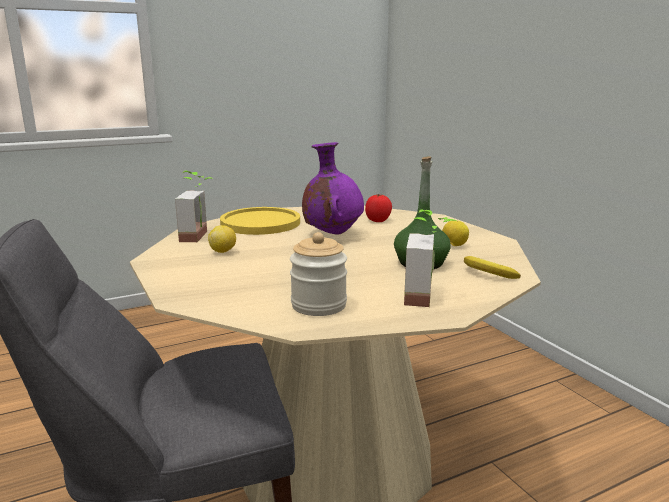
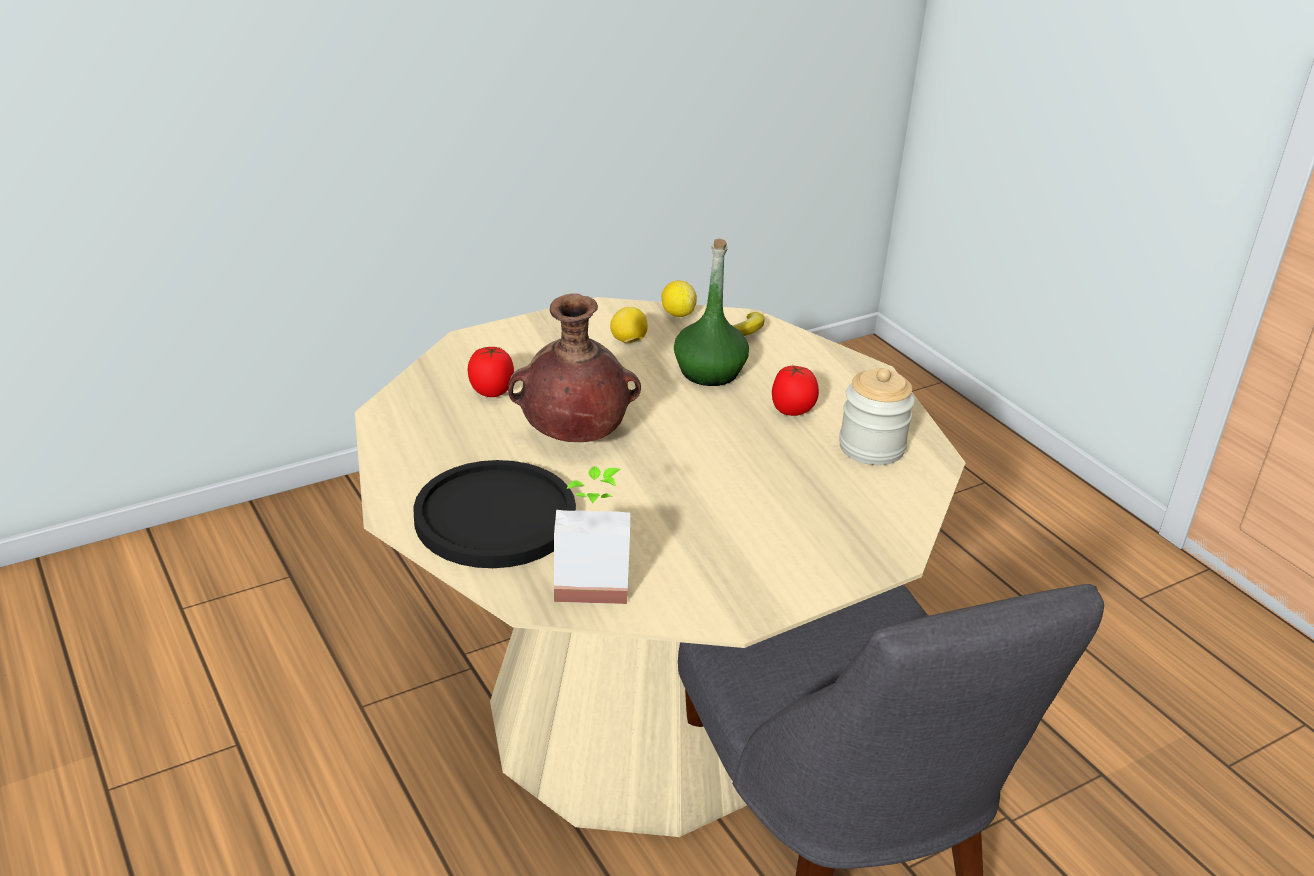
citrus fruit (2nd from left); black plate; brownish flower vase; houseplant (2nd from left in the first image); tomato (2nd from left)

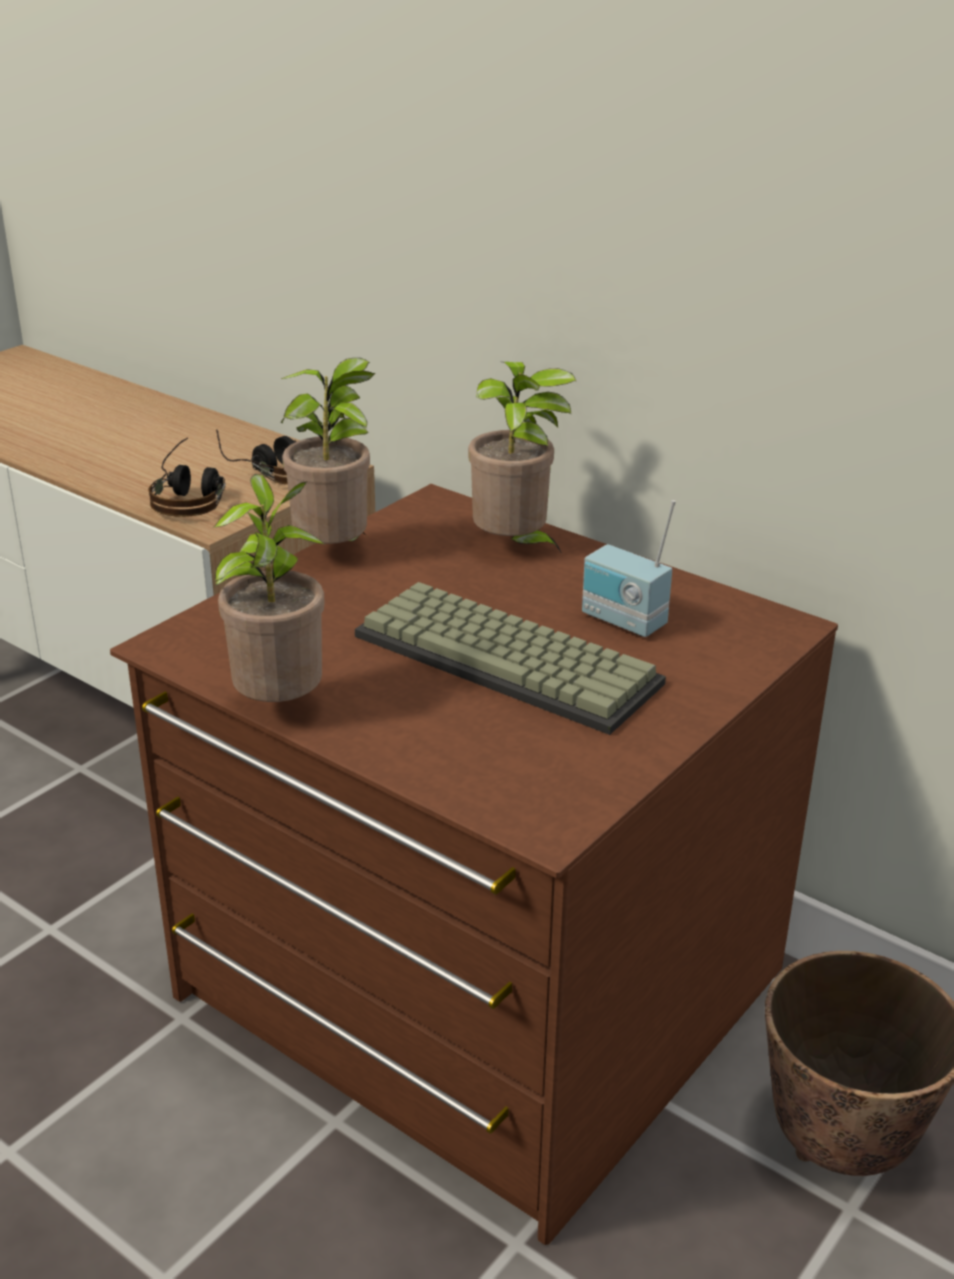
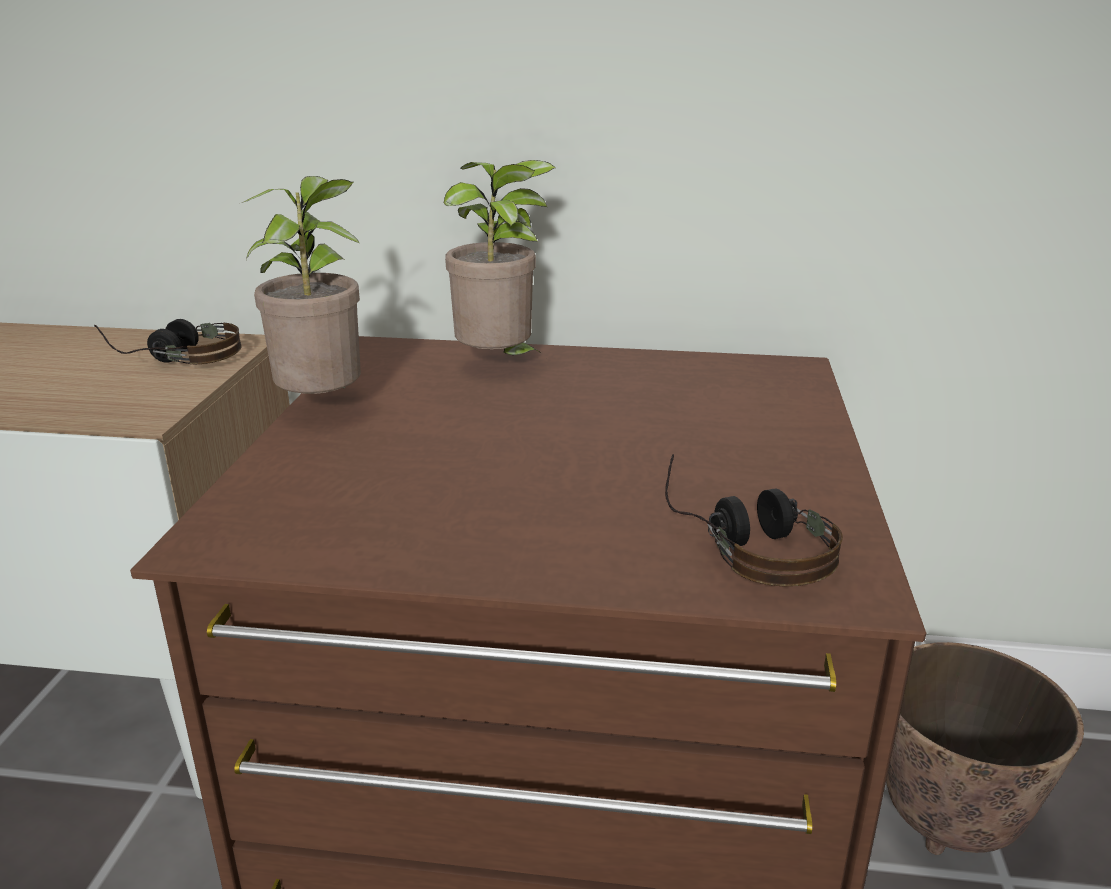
headset (2nd from left); houseplant (1st from left in the first image); PC keyboard; radio

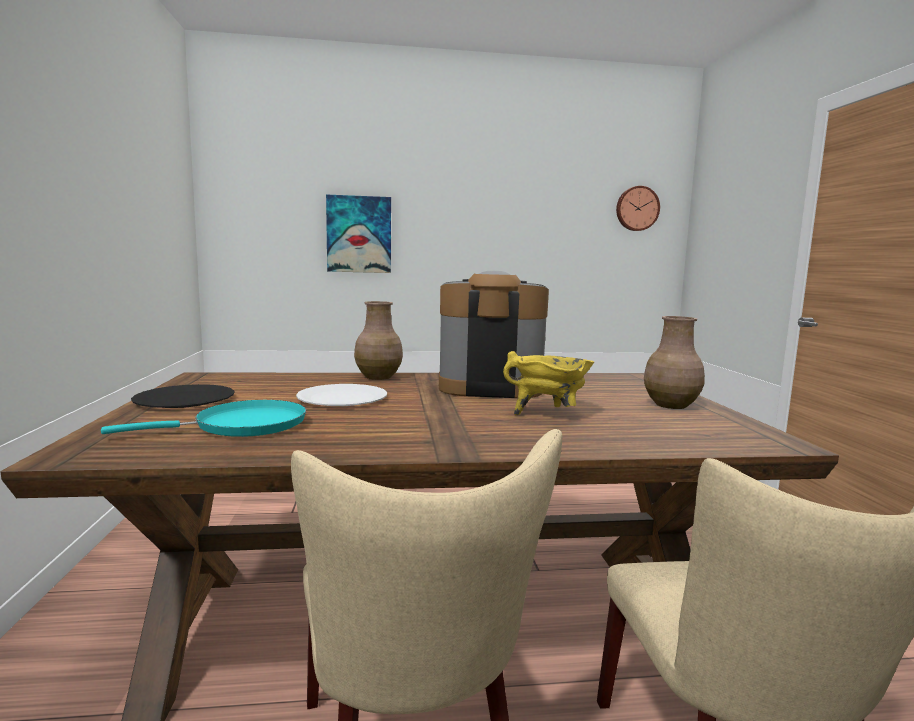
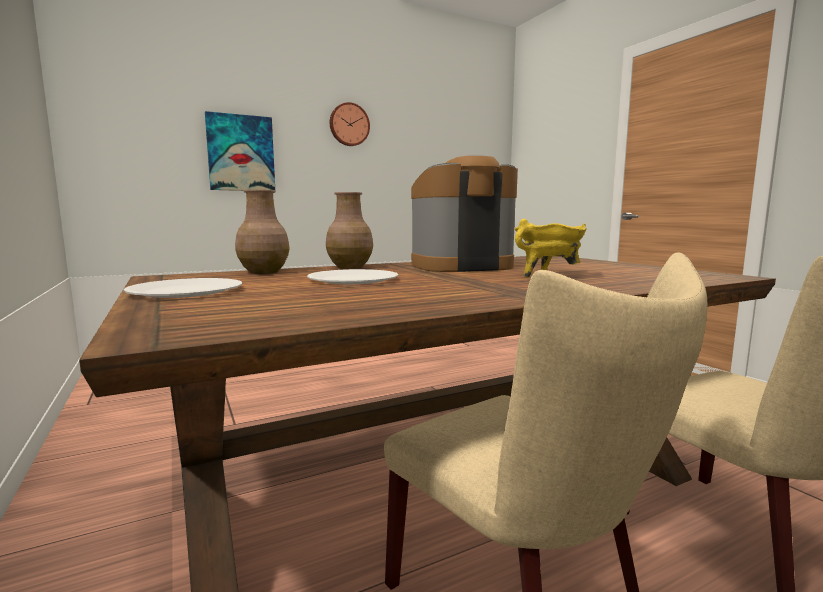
turquoise pan; white plate (1st from left); hanging clock; brownish flower vase (1st from left)

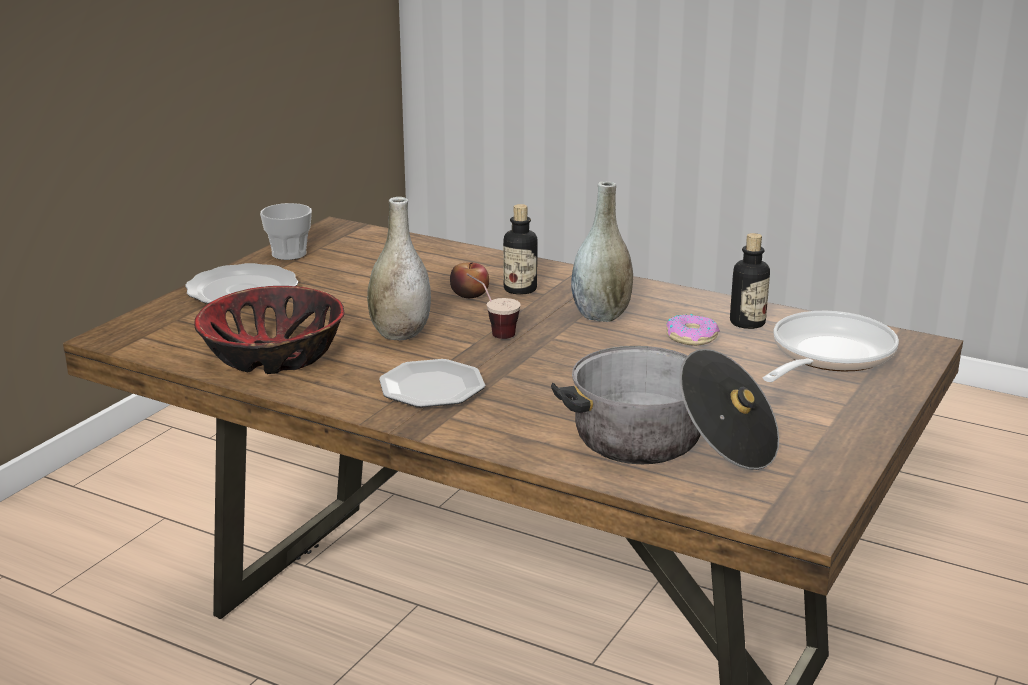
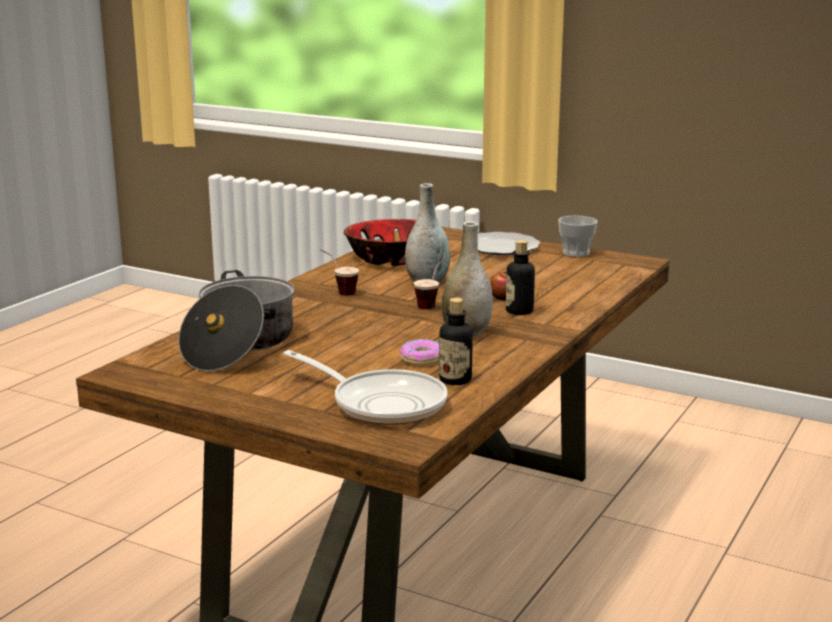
small cup (1st from left)

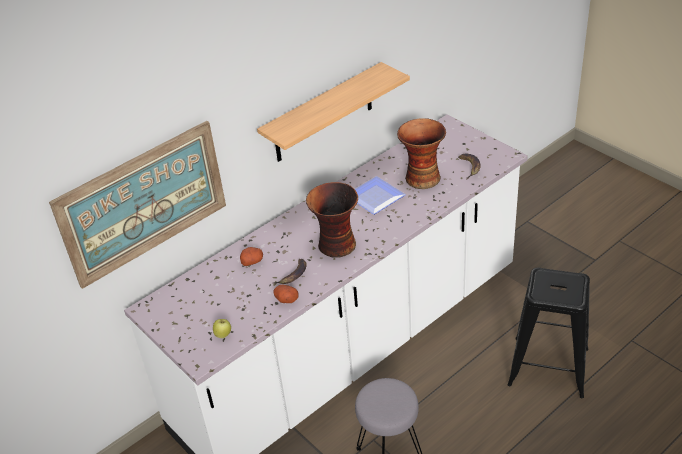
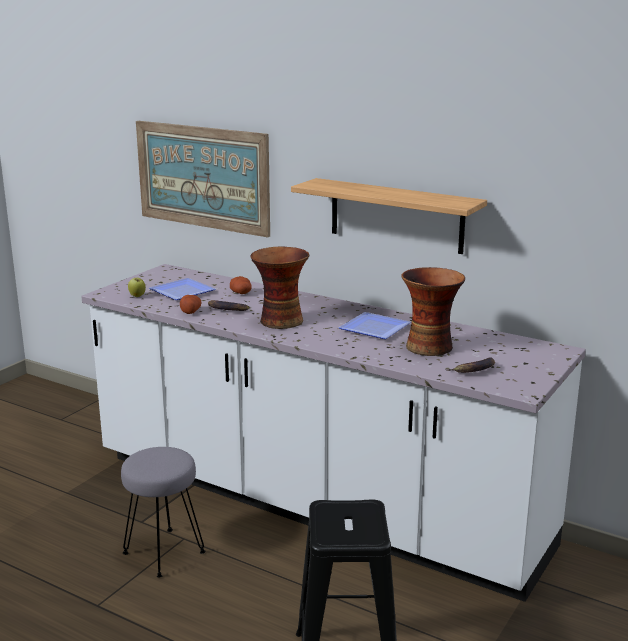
plate (1st from left)

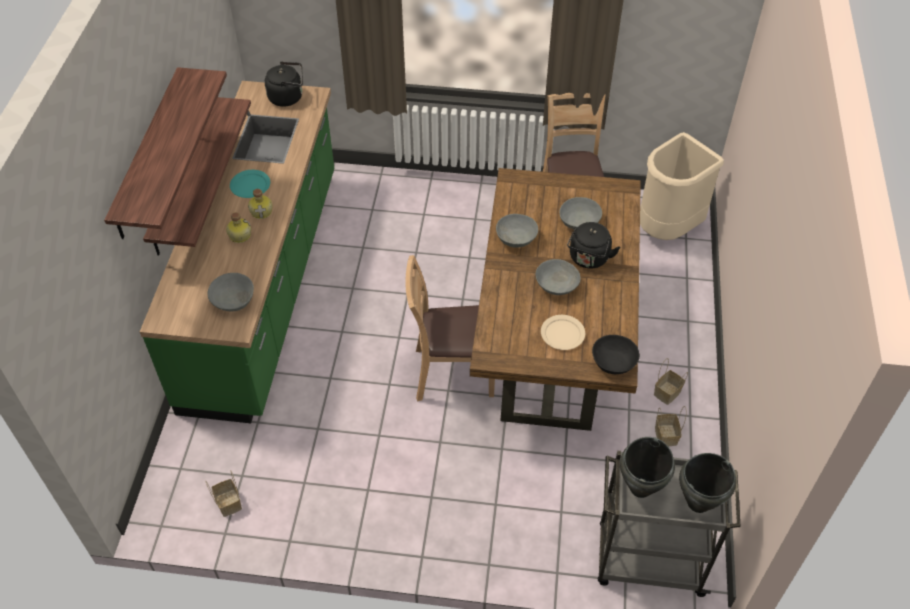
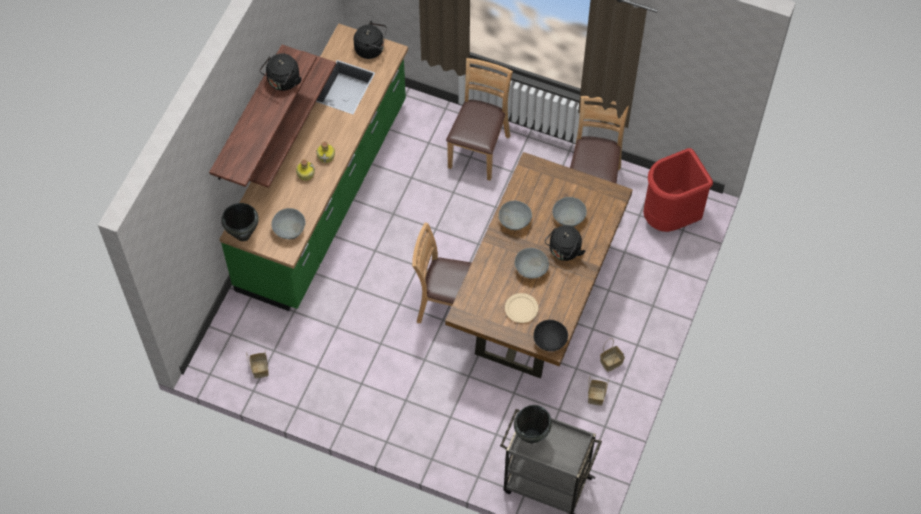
turquoise plate; red-coloured rubbish bin; black saucepot (1st from left); black tea kettle (1st from left); brownish upright chair (2nd from left)

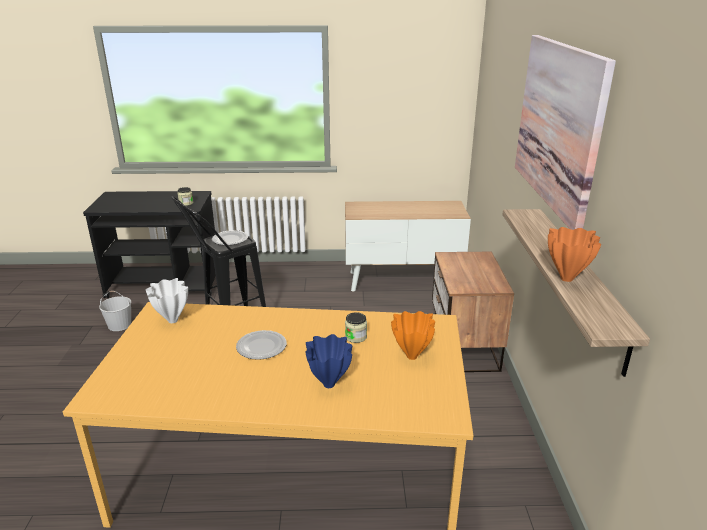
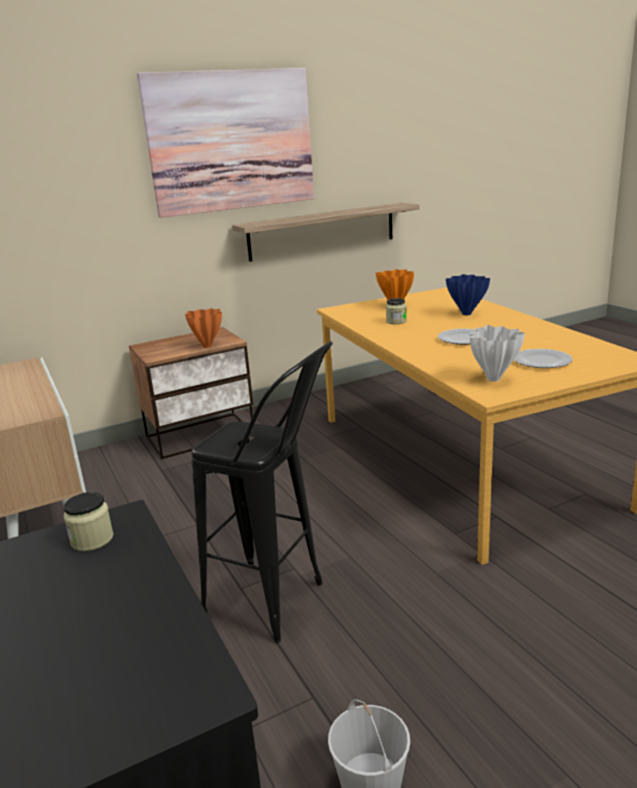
plate (2nd from left); orange flower vase (1st from left)

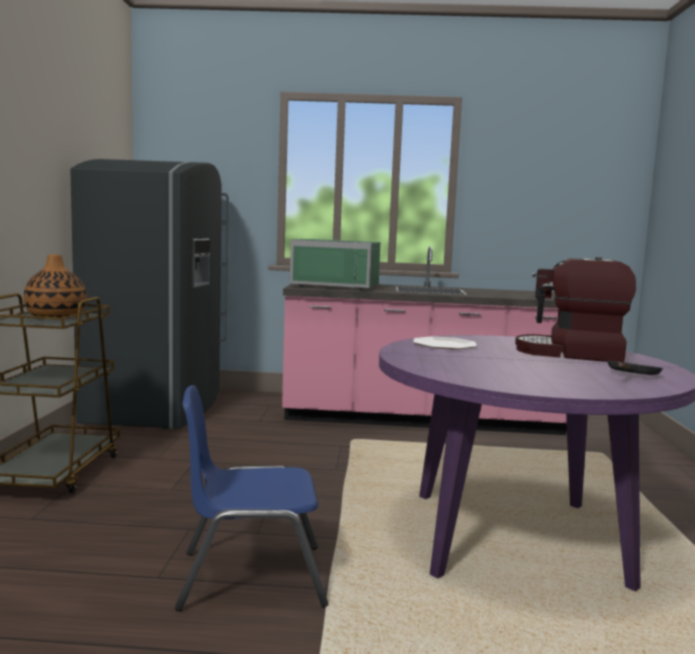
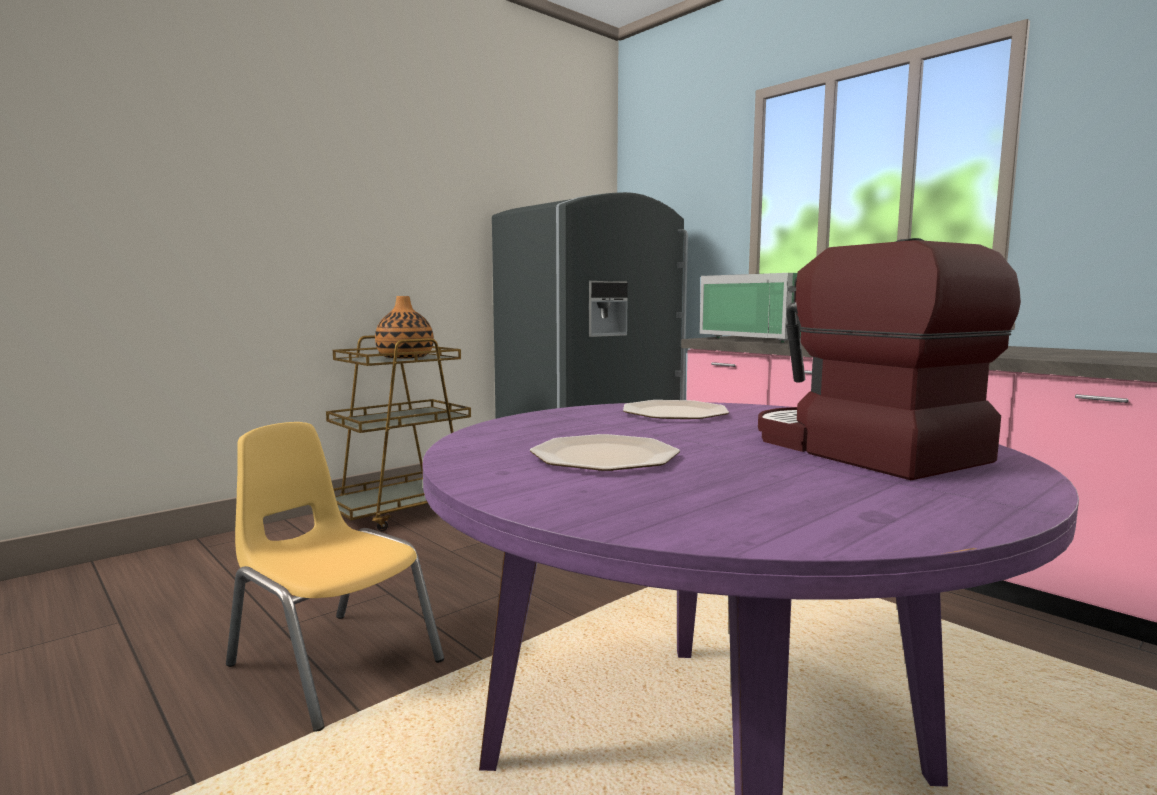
yellow-coloured upright chair; black pan; plate (1st from left)

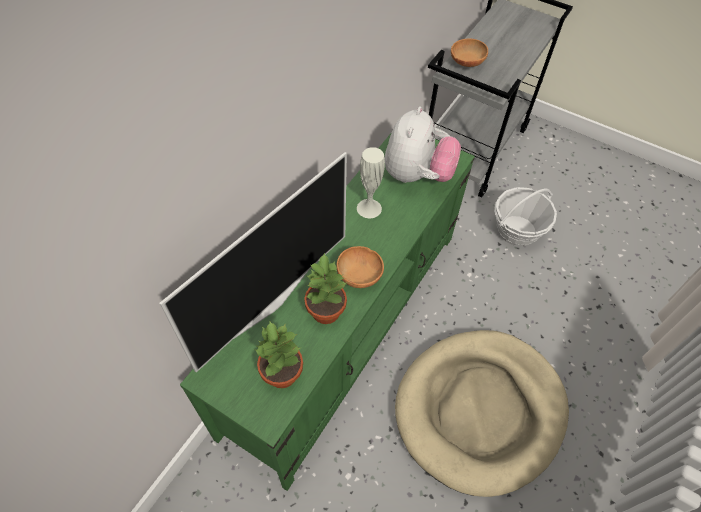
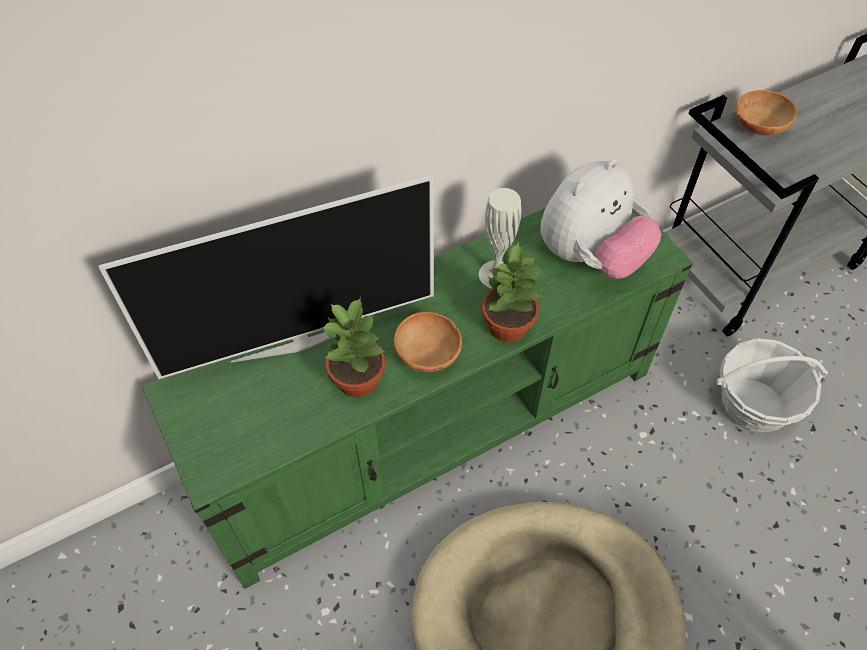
houseplant (2nd from left)

